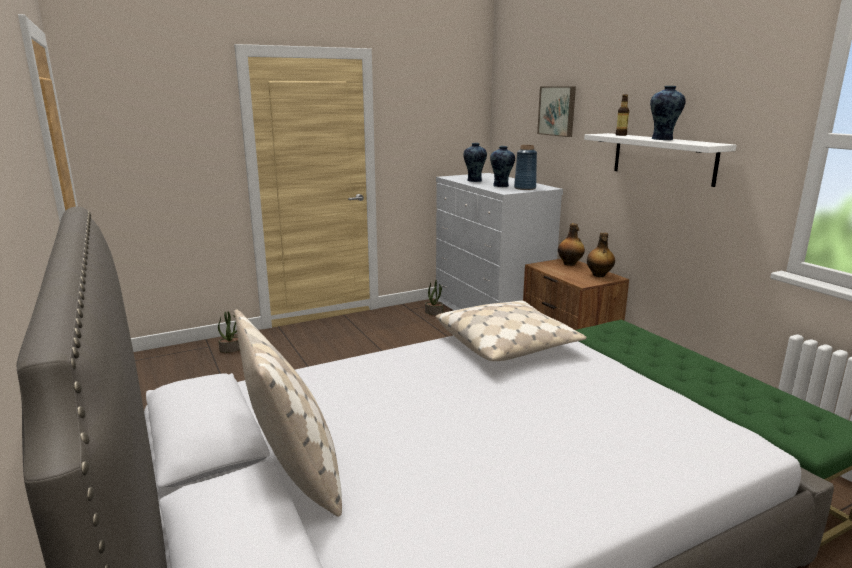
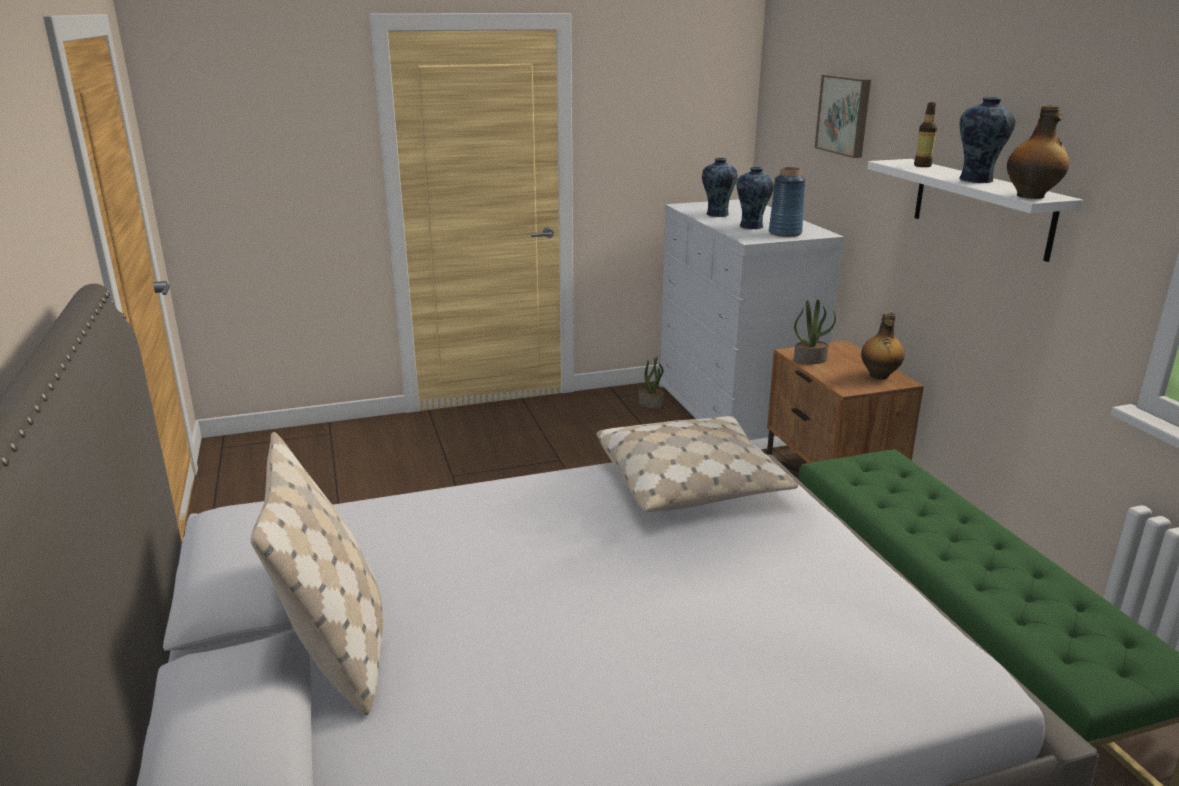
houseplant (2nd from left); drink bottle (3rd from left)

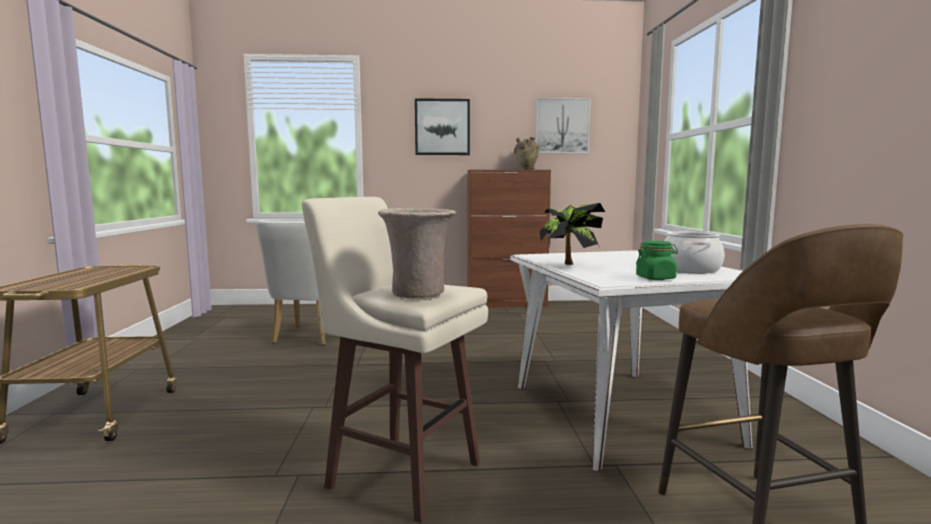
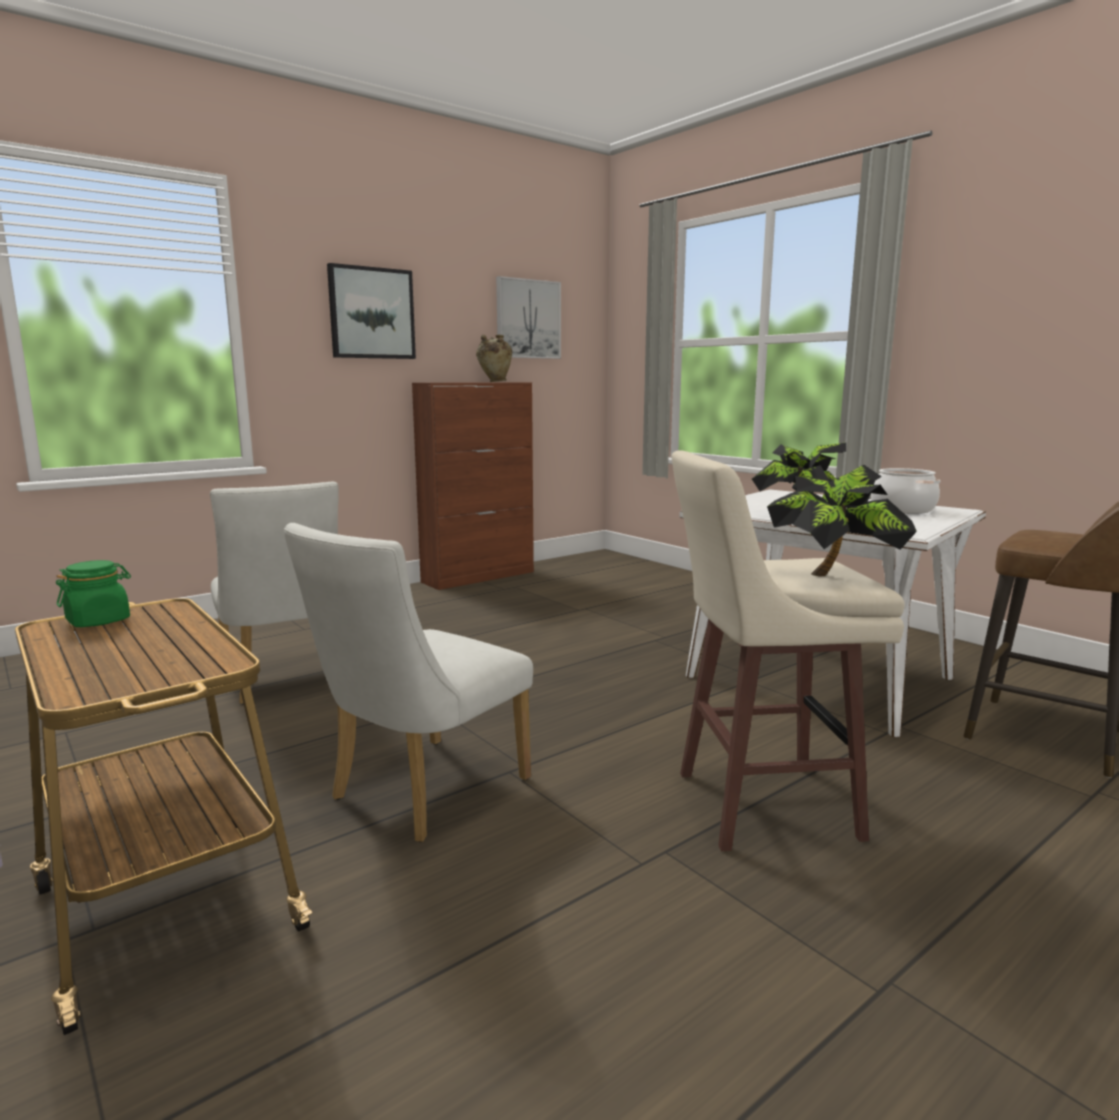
houseplant (2nd from left); greenish jar; white upright chair (2nd from left)

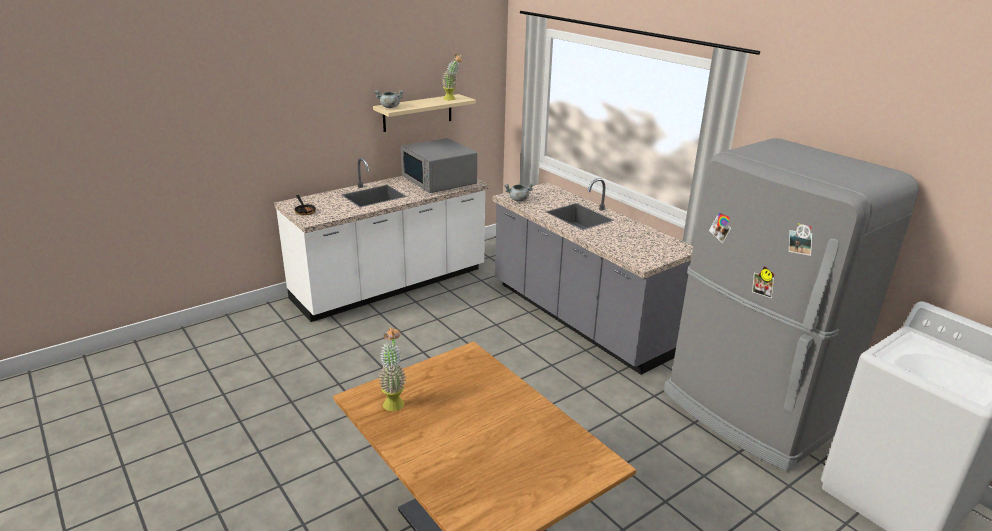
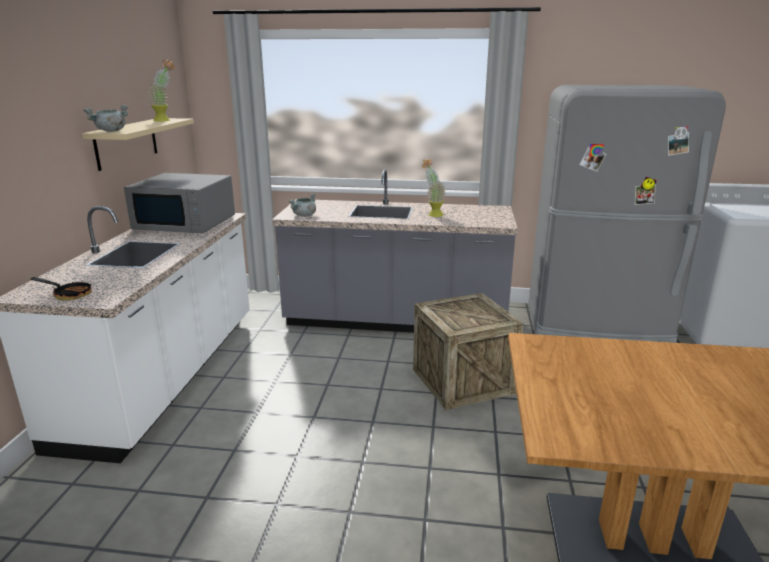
houseplant (2nd from left); shipping crate

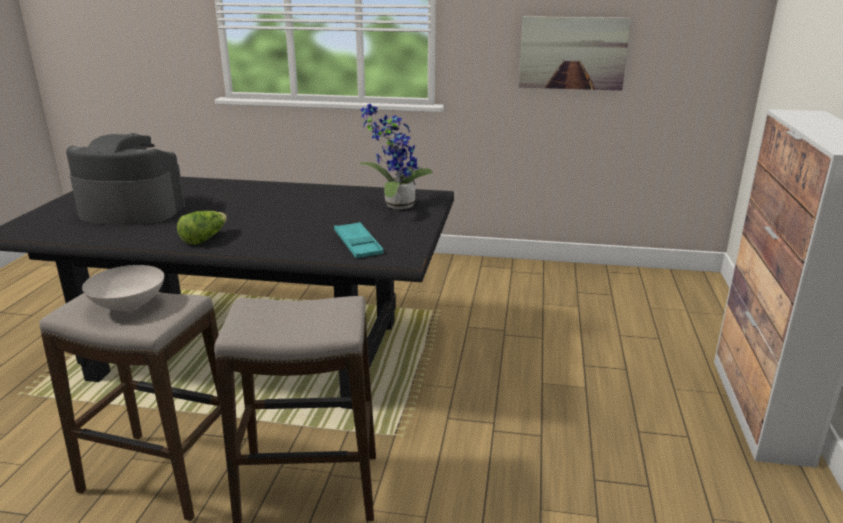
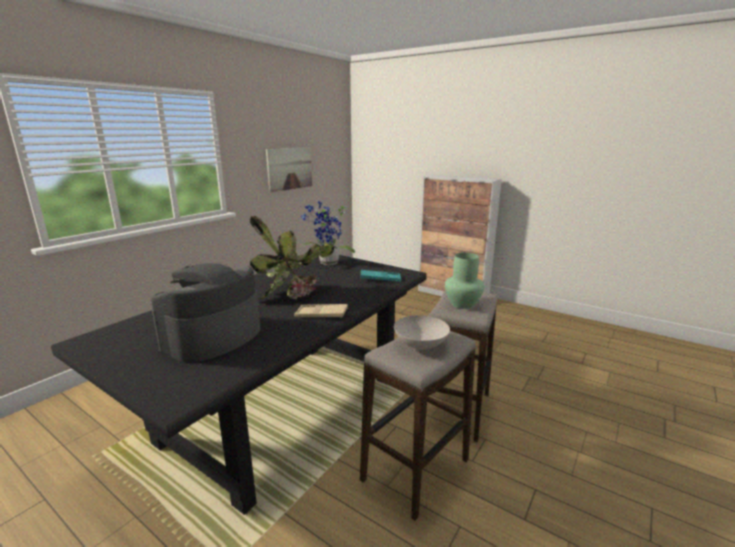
sand-coloured carrying tray; houseplant (1st from left); greenish flower vase

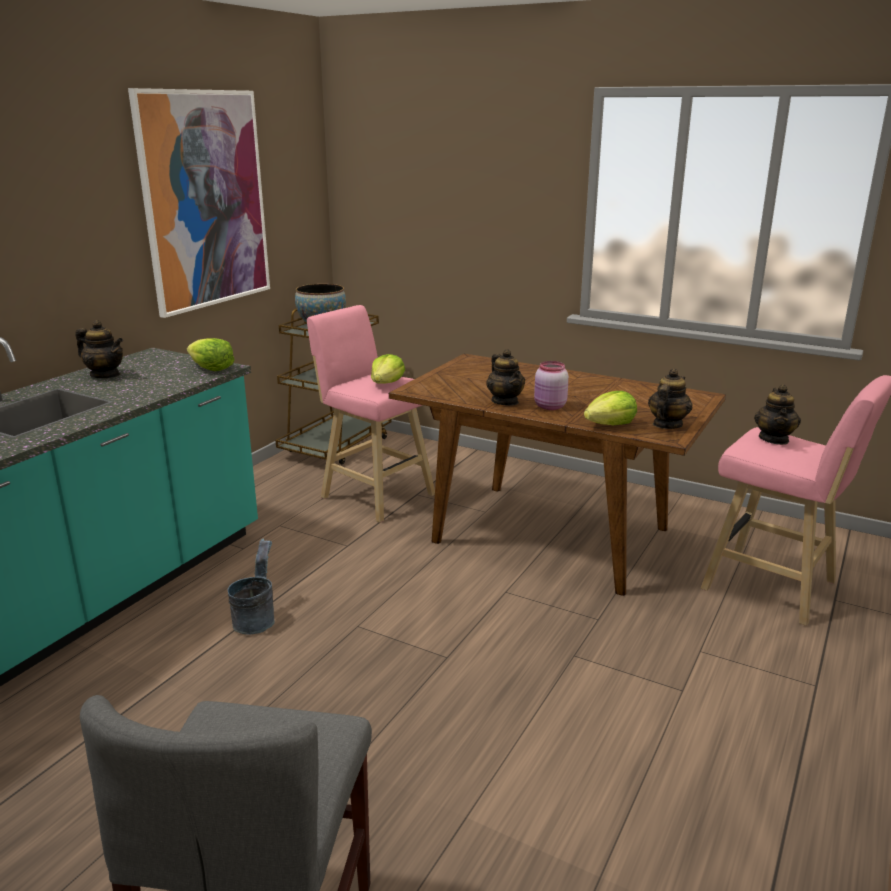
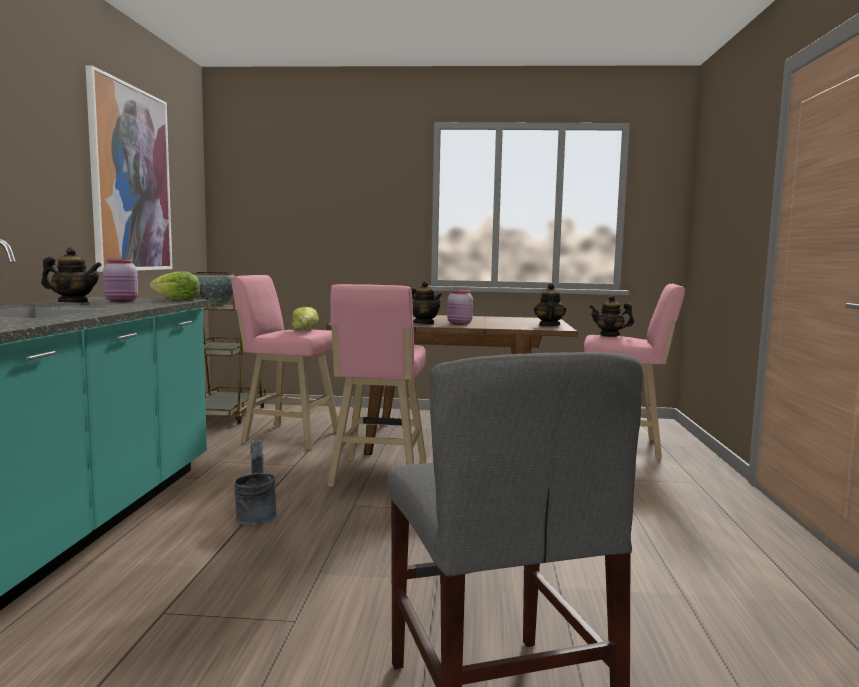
lettuce (3rd from left in the first image); pot for tea (4th from left); pink-coloured jar (1st from left); pink-coloured stool seat (2nd from left)

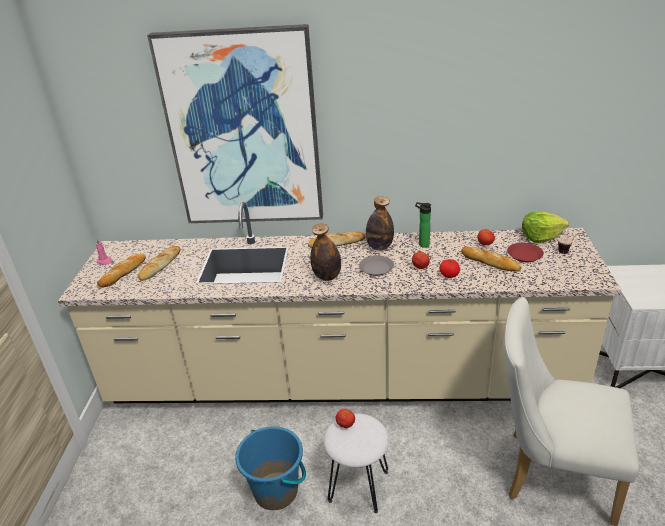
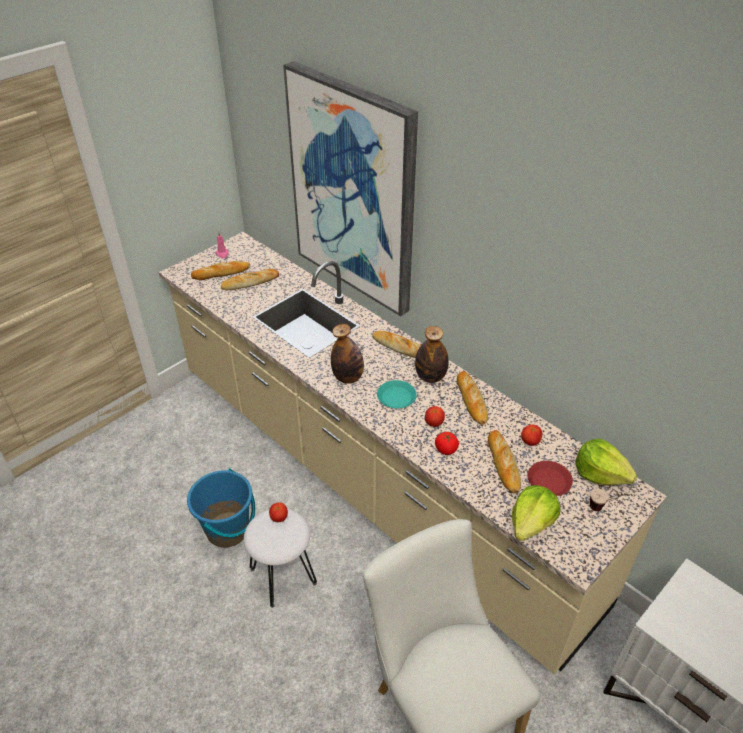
turquoise plate; bread (4th from left); lettuce (1st from left)

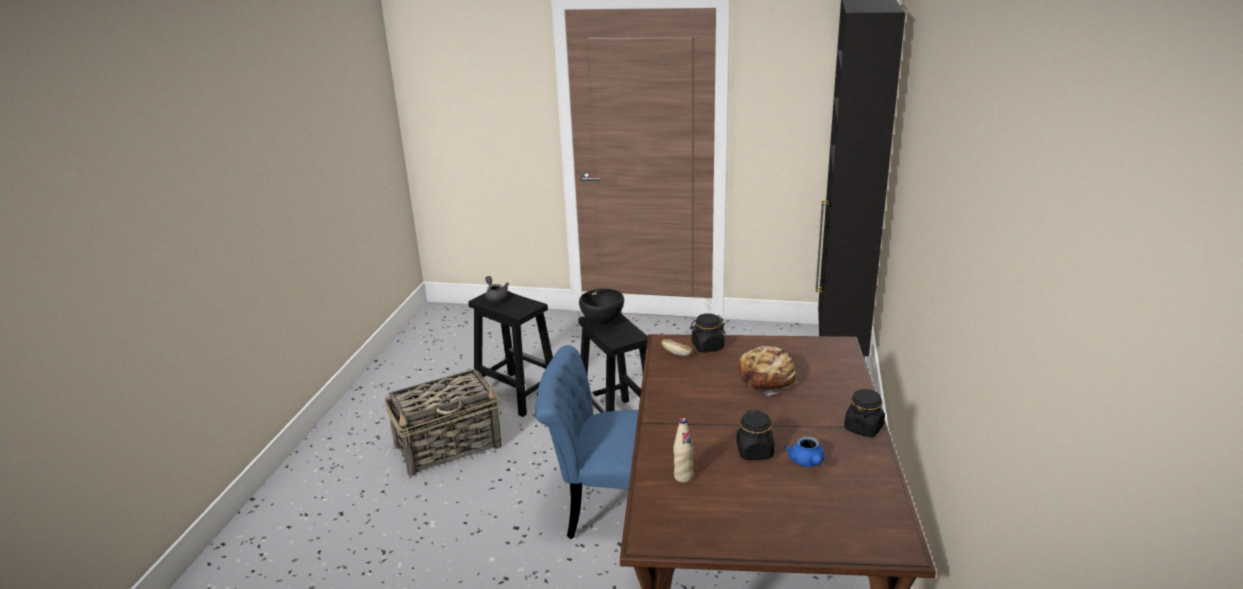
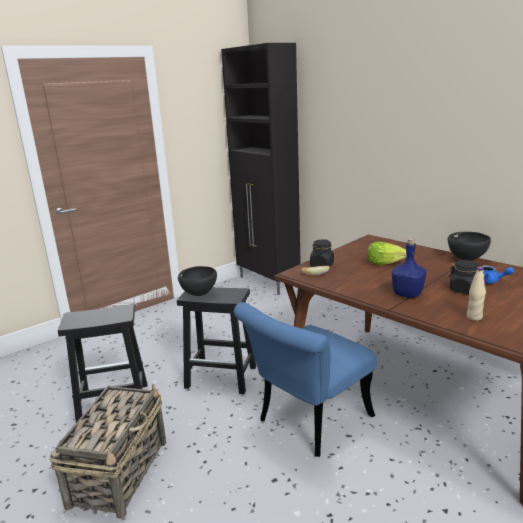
gray pot for tea; lettuce; black serving bowl (2nd from left); blue-coloured drink bottle

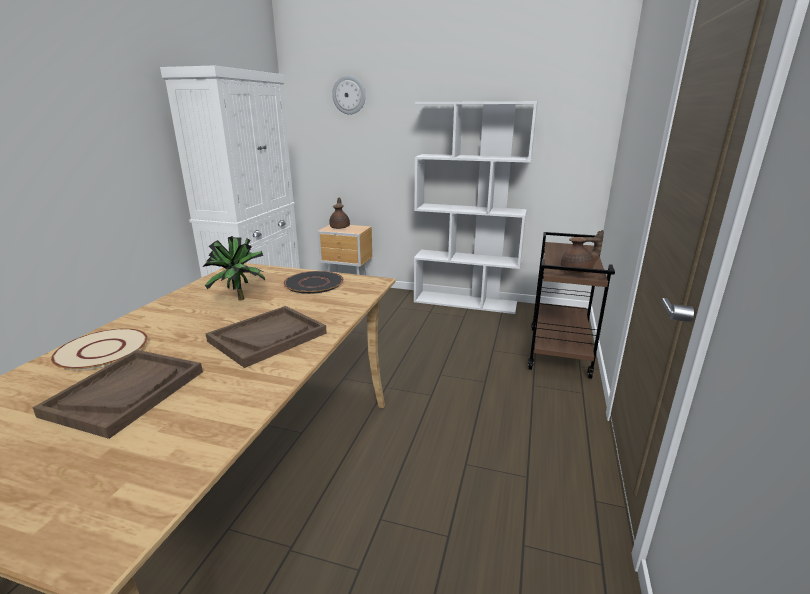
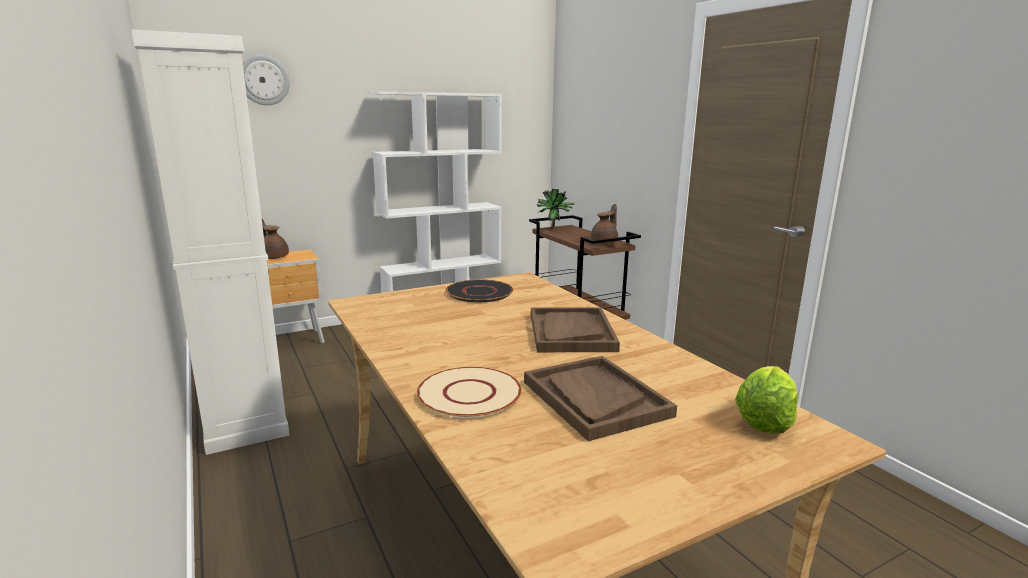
houseplant; lettuce

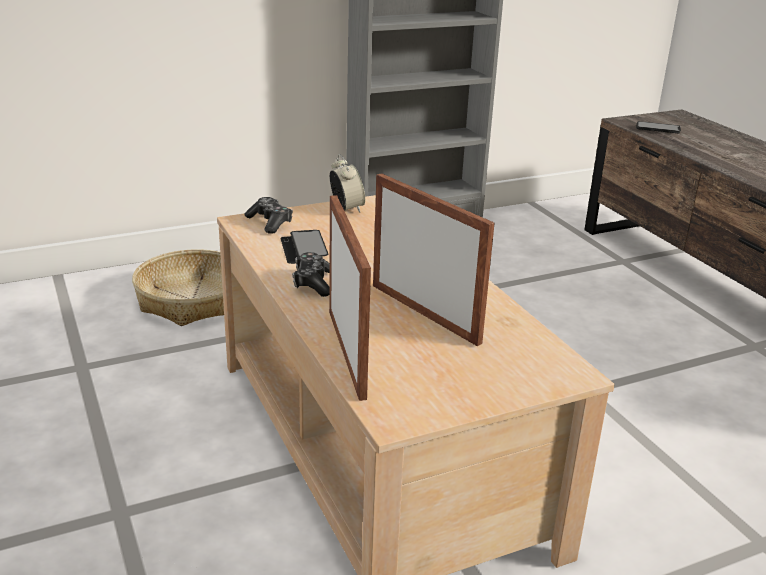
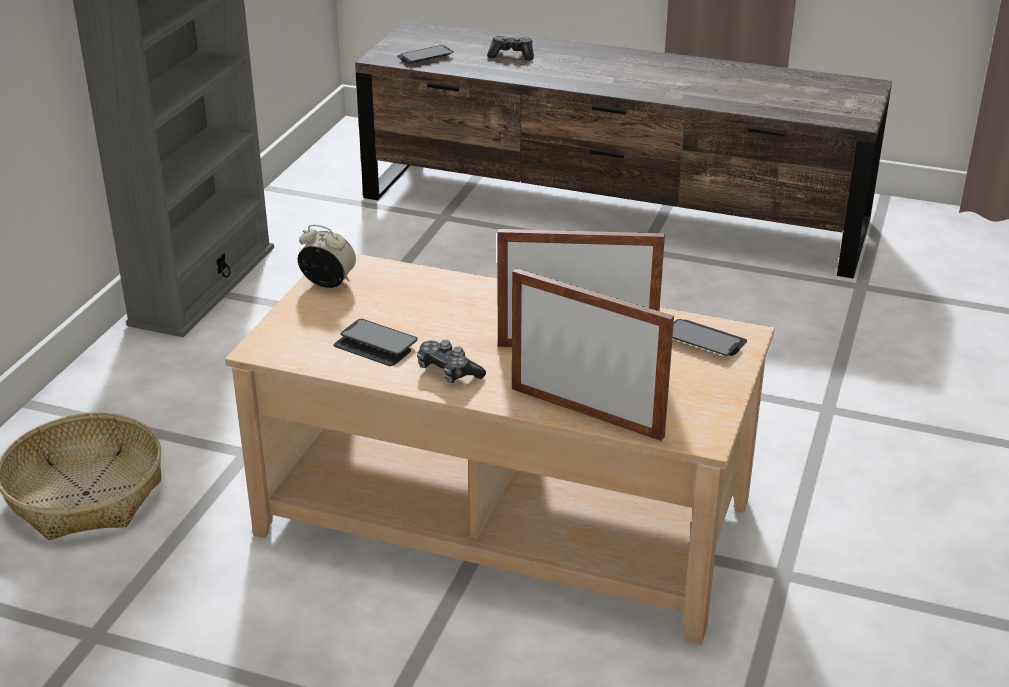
gamepad (2nd from left); handset (3rd from left)

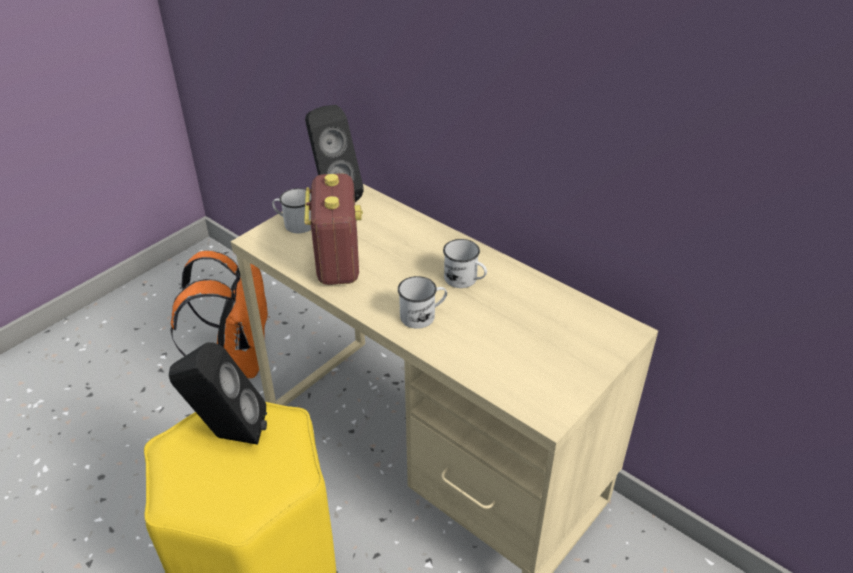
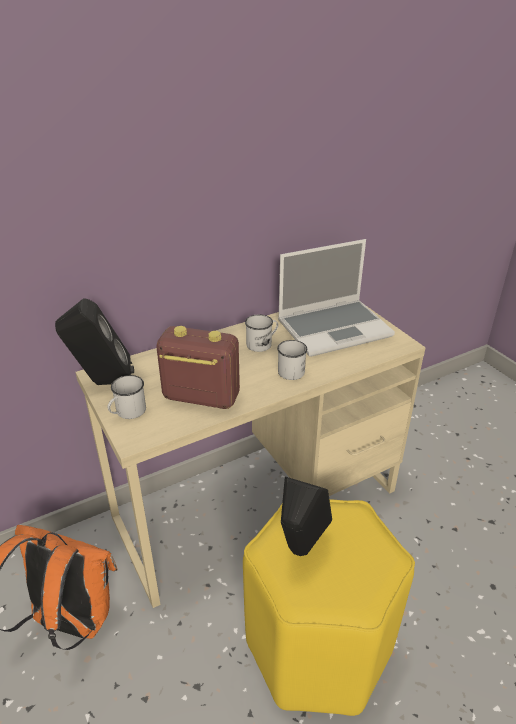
notebook computer

